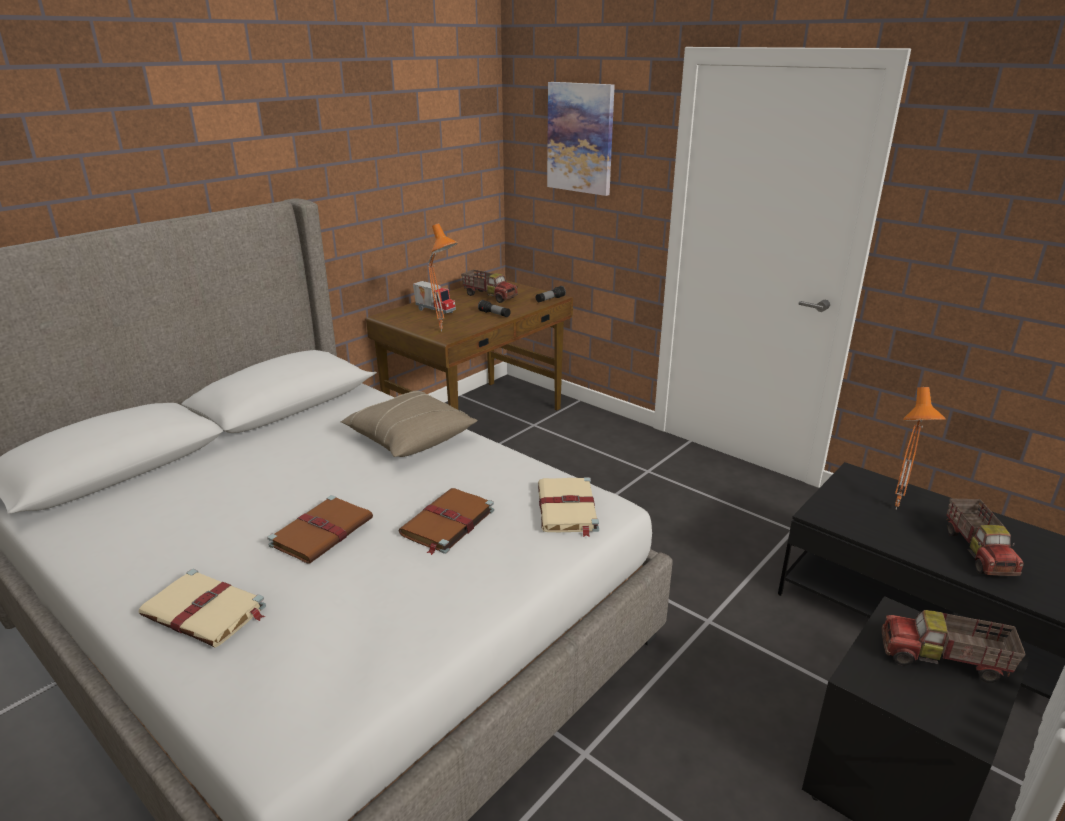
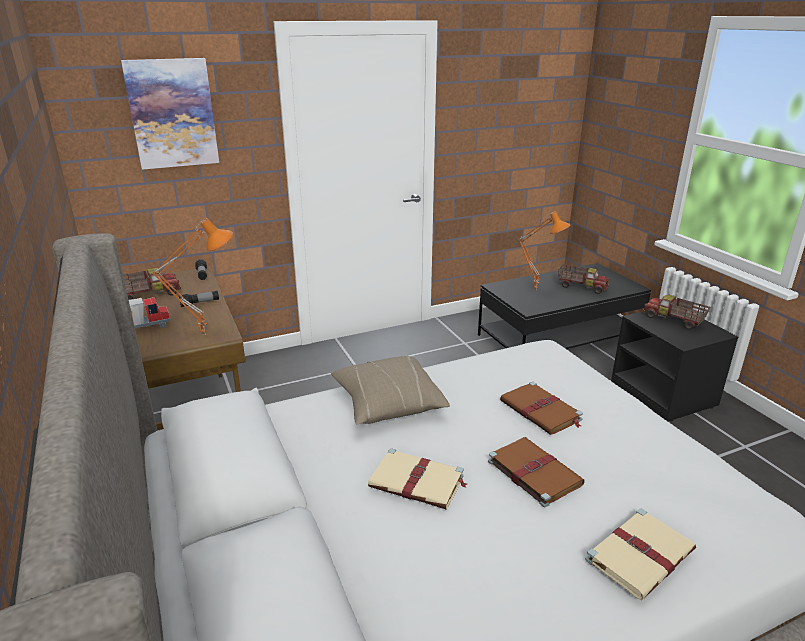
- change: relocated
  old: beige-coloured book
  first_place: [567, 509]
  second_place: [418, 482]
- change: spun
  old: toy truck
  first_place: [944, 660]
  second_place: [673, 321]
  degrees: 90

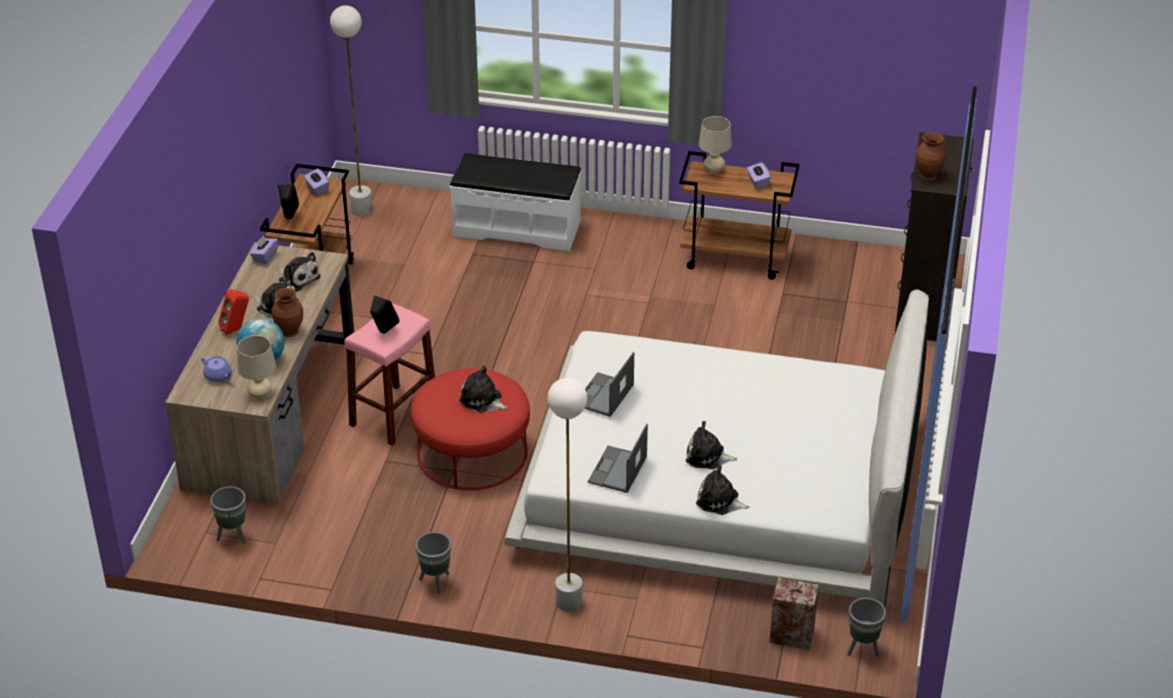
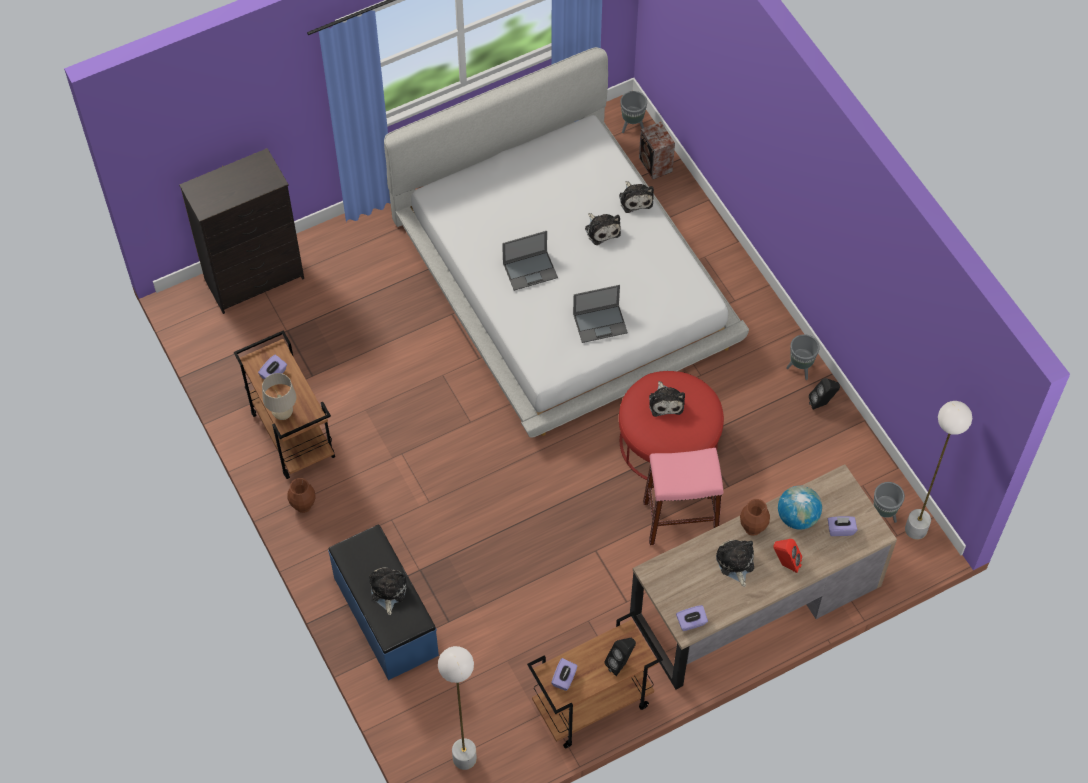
- change: missing
  old: beige-coloured table lamp
  first_place: [260, 395]
- change: relocated
  old: plush toy
  first_place: [298, 278]
  second_place: [388, 591]
- change: relocated
  old: blackish audio speaker
  first_place: [384, 332]
  second_place: [822, 403]
- change: relocated
  old: white-coloured standard lamp
  first_place: [569, 602]
  second_place: [915, 529]
- change: relocated
  old: notebook computer
  first_place: [617, 470]
  second_place: [530, 270]
- change: relocated
  old: brown-coloured vase
  first_place: [928, 175]
  second_place: [303, 505]
- change: exchanged
  old: purple-coloured tea pot
  new: purple-coloured tissue holder
  first_place: [218, 376]
  second_place: [840, 529]
- change: colour
  old: white-coloured long seat
  new: bluish long seat
  first_place: [517, 227]
  second_place: [385, 617]

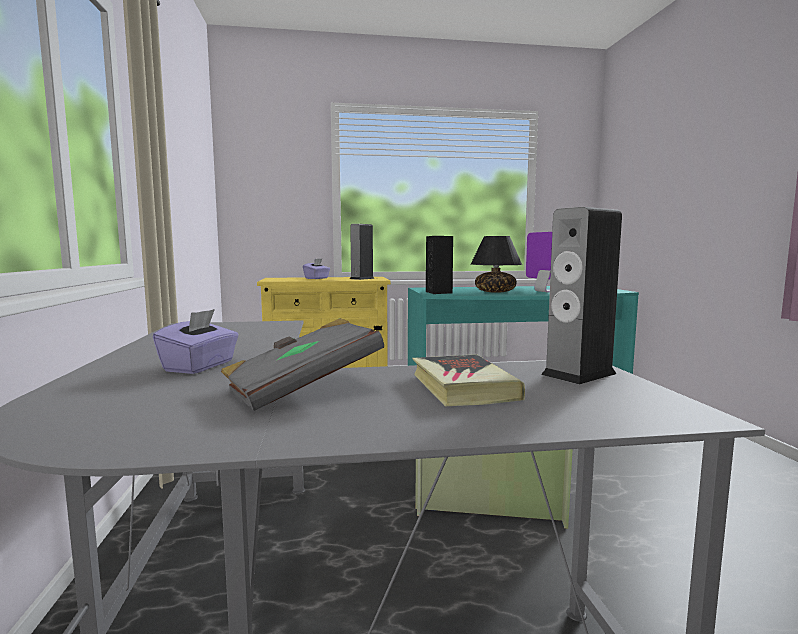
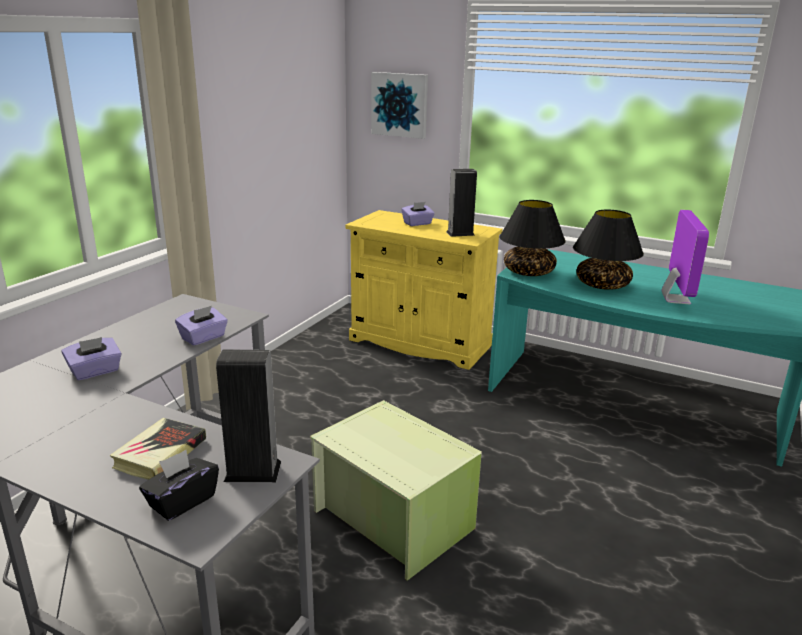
- change: missing
  old: grey book
  first_place: [302, 389]
- change: appeared
  new: blackish tissue holder
  second_place: [182, 501]
- change: appeared
  new: purple-coloured tissue holder
  second_place: [203, 338]
- change: appeared
  new: wall art
  second_place: [399, 105]
- change: exchanged
  old: blackish audio speaker
  new: blackish table lamp
  first_place: [439, 292]
  second_place: [529, 272]

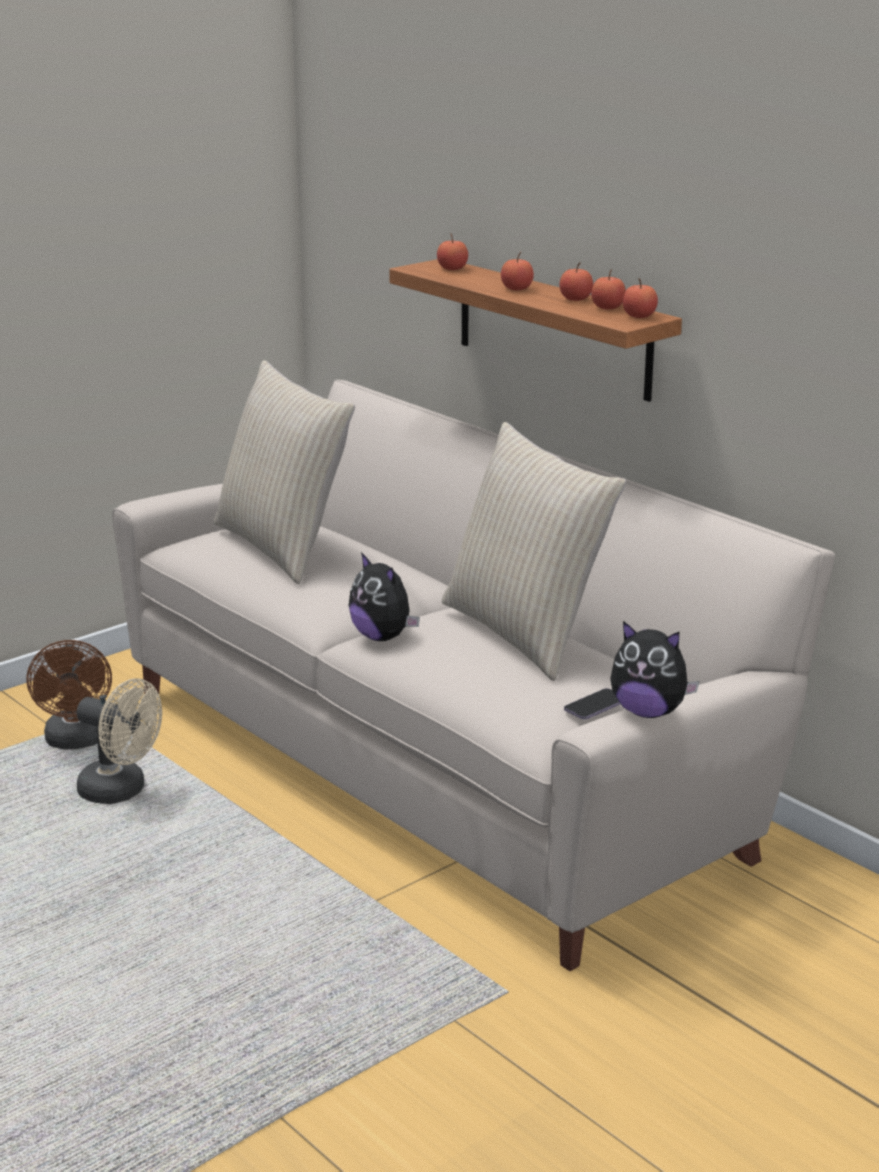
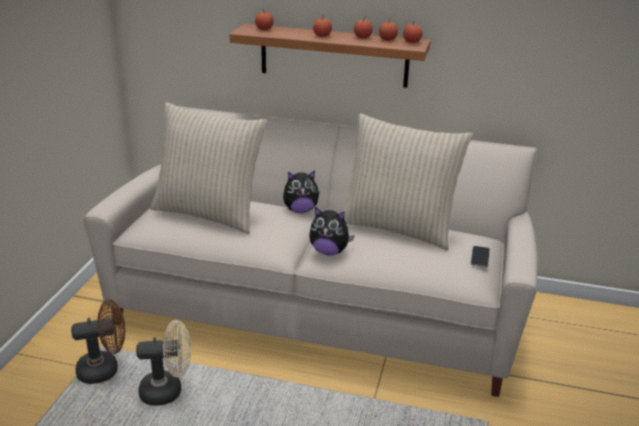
- change: relocated
  old: plush toy
  first_place: [648, 712]
  second_place: [300, 210]
- change: spun
  old: brown-coloured electric fan
  first_place: [76, 741]
  second_place: [105, 369]
  degrees: -60

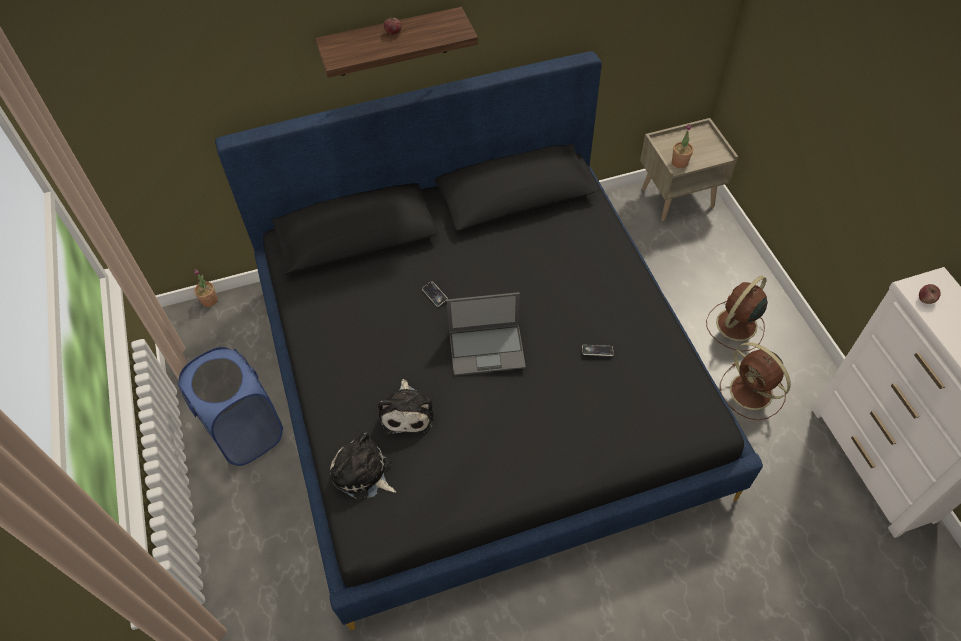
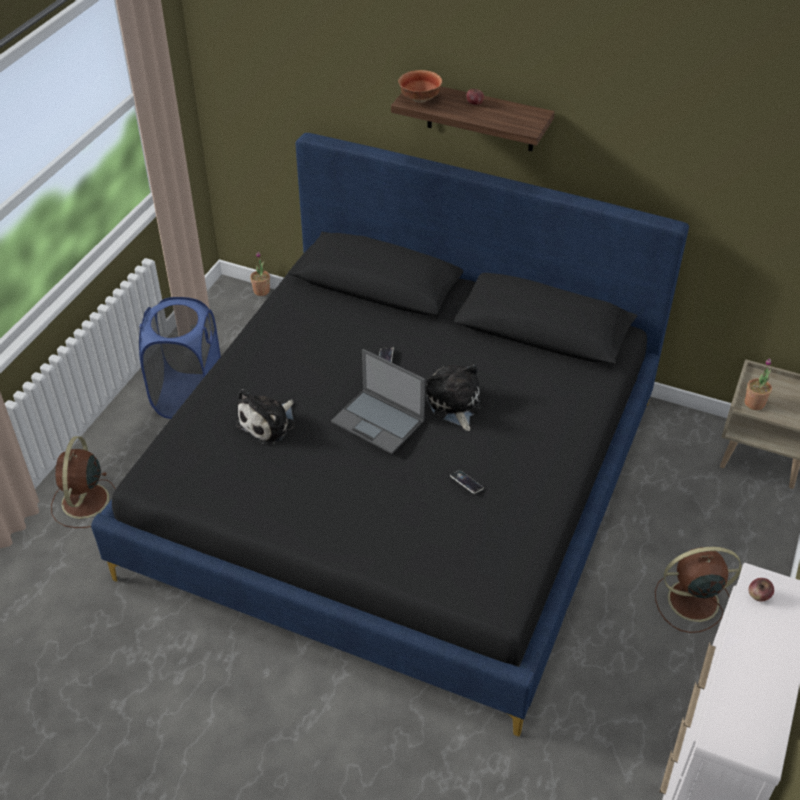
- change: appeared
  new: serving bowl
  second_place: [419, 99]
- change: relocated
  old: plush toy
  first_place: [364, 475]
  second_place: [454, 404]
- change: relocated
  old: brown-coloured electric fan
  first_place: [752, 393]
  second_place: [85, 502]

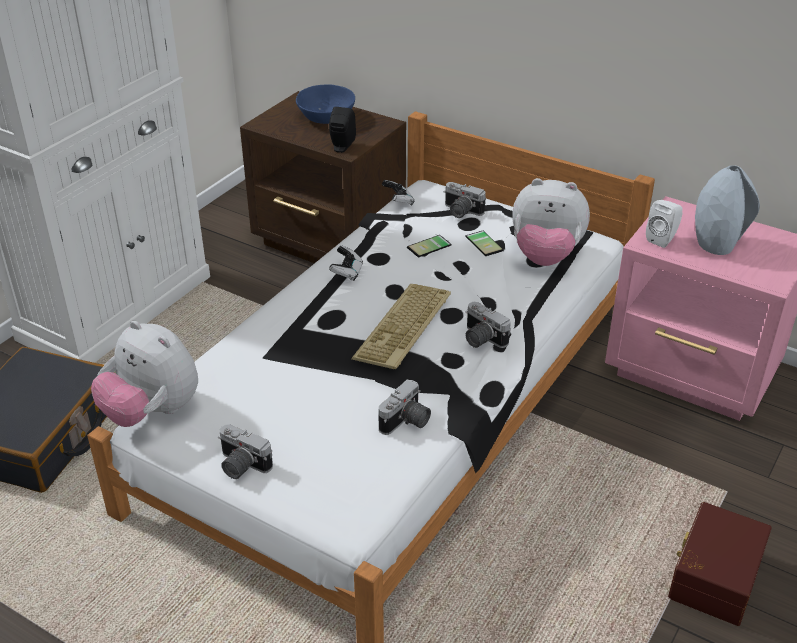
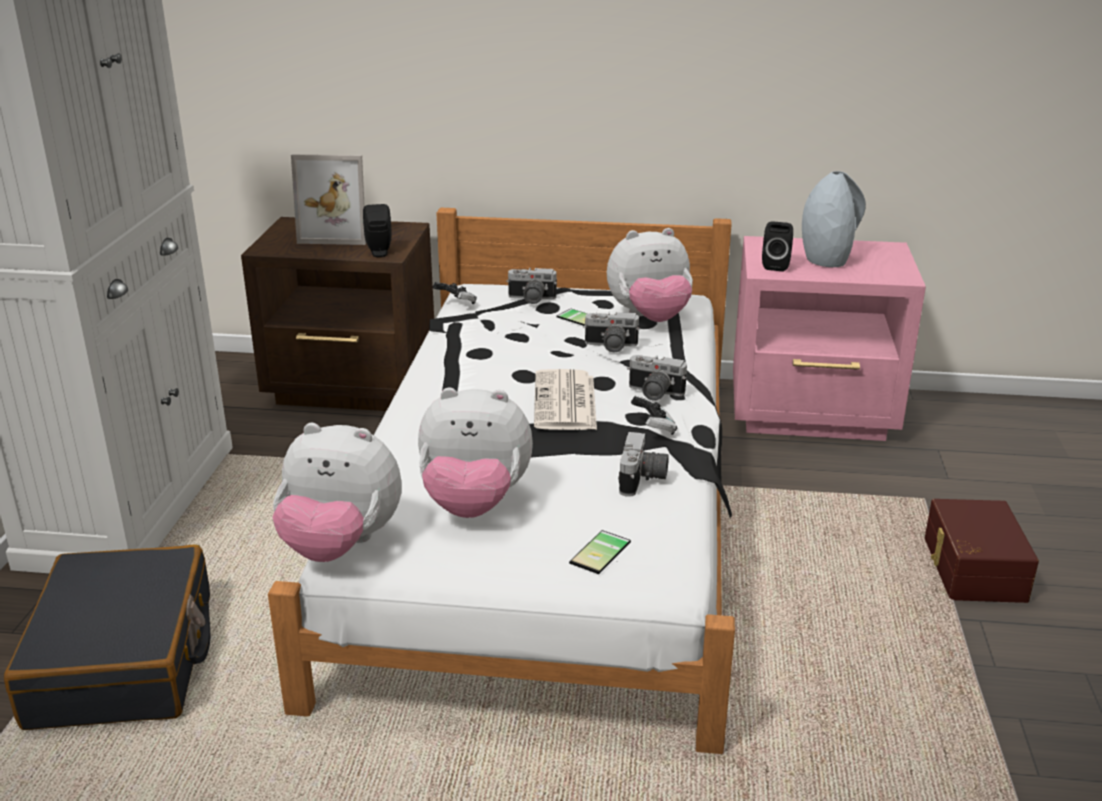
- change: appeared
  new: plush toy
  second_place: [474, 504]
- change: relocated
  old: still camera
  first_place: [240, 466]
  second_place: [610, 347]
- change: relocated
  old: game controller
  first_place: [347, 272]
  second_place: [654, 428]
- change: relocated
  old: handset
  first_place: [430, 247]
  second_place: [603, 553]
- change: exchanged
  old: bluish serving bowl
  new: picture frame
  first_place: [327, 118]
  second_place: [338, 233]
- change: exchanged
  old: computer keyboard
  new: printed paper
  first_place: [404, 328]
  second_place: [566, 402]
- change: colour
  old: white-coloured audio speaker
  new: blackish audio speaker
  first_place: [663, 239]
  second_place: [776, 265]

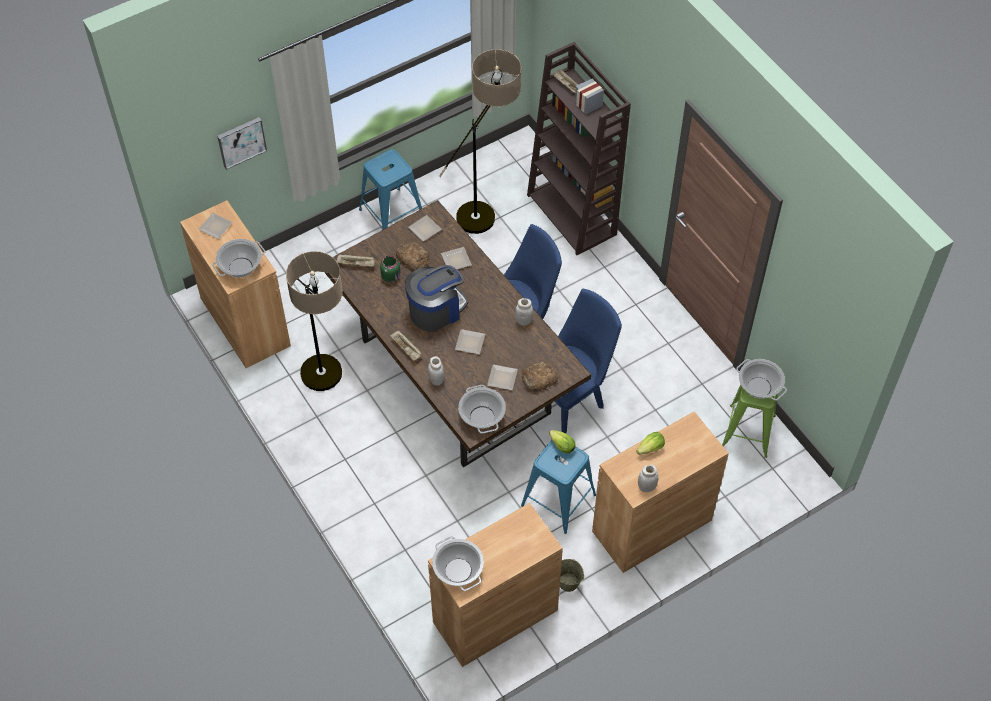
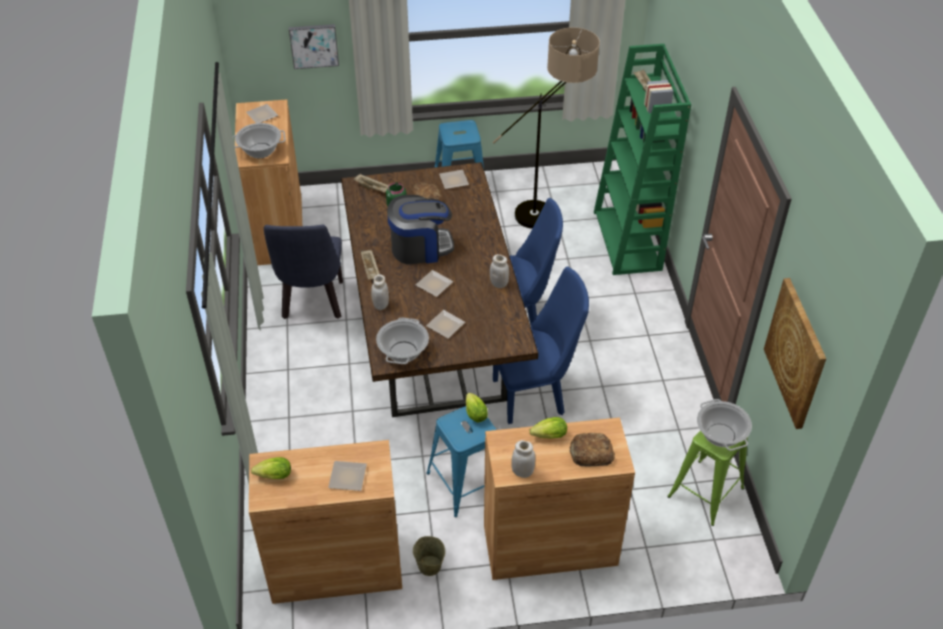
- change: appeared
  new: wall art
  second_place: [796, 353]
- change: relocated
  old: flat dish
  first_place: [456, 259]
  second_place: [349, 476]
- change: relocated
  old: baked bread
  first_place: [539, 379]
  second_place: [590, 453]
- change: exchanged
  old: standard lamp
  new: bluish plain chair
  first_place: [327, 386]
  second_place: [313, 304]
- change: exchanged
  old: cooking pot
  new: lettuce head
  first_place: [458, 571]
  second_place: [272, 476]
- change: colour
  old: brown-coloured bookcase
  new: greenish bookcase
  first_place: [572, 215]
  second_place: [628, 241]

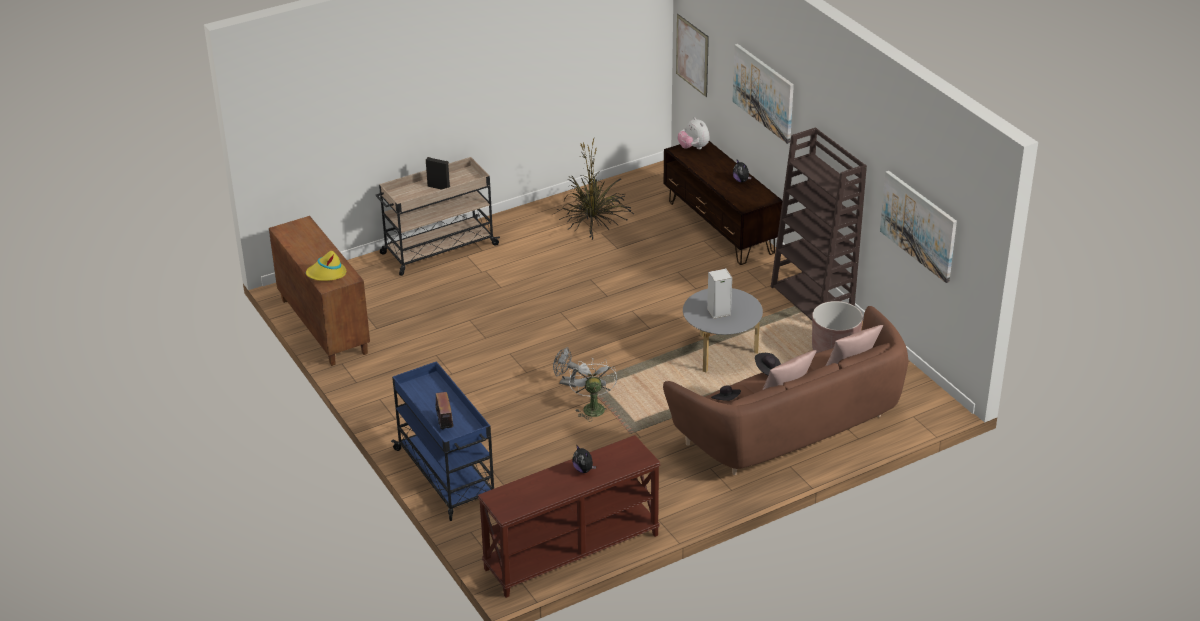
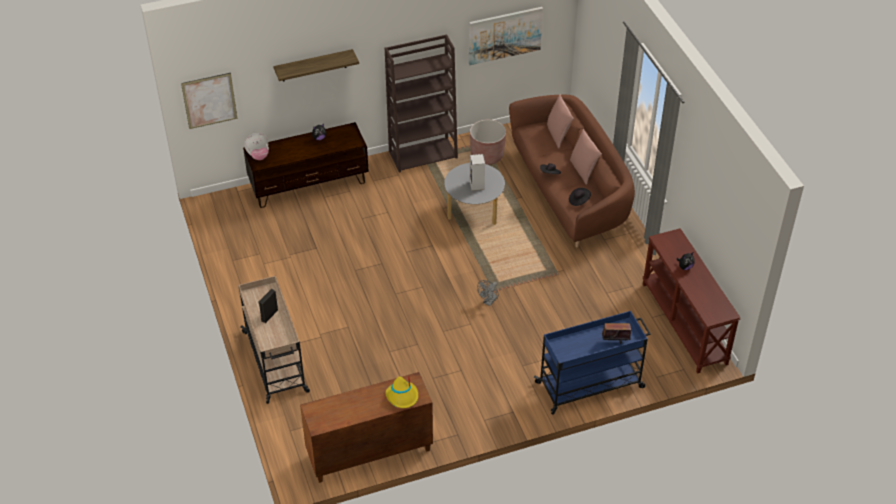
- change: missing
  old: plant in a pot
  first_place: [593, 222]
- change: missing
  old: white-coloured electric fan
  first_place: [592, 407]
- change: exchanged
  old: wall art
  new: wall shelf
  first_place: [763, 92]
  second_place: [314, 65]

